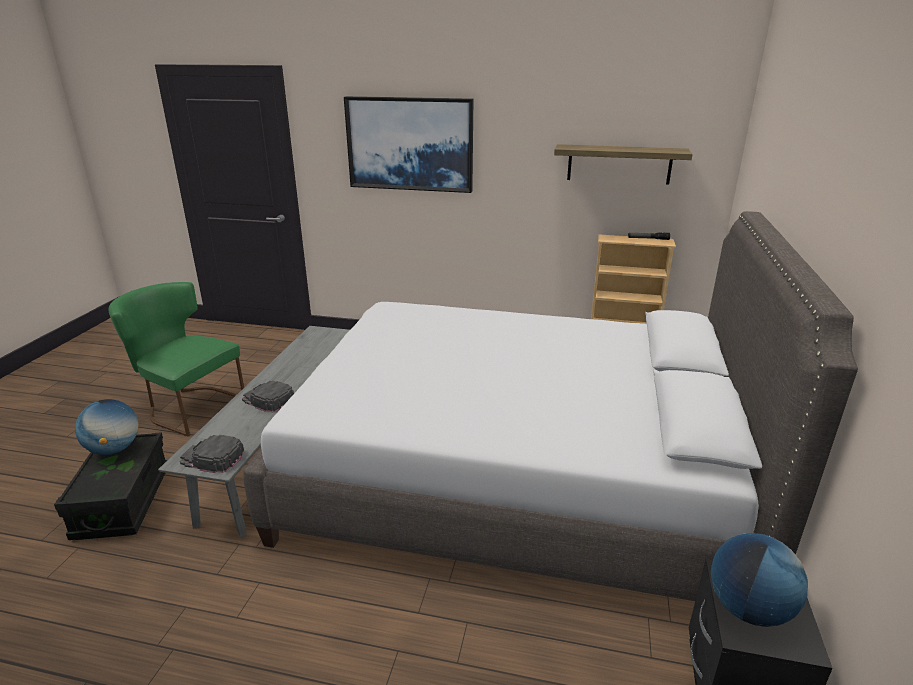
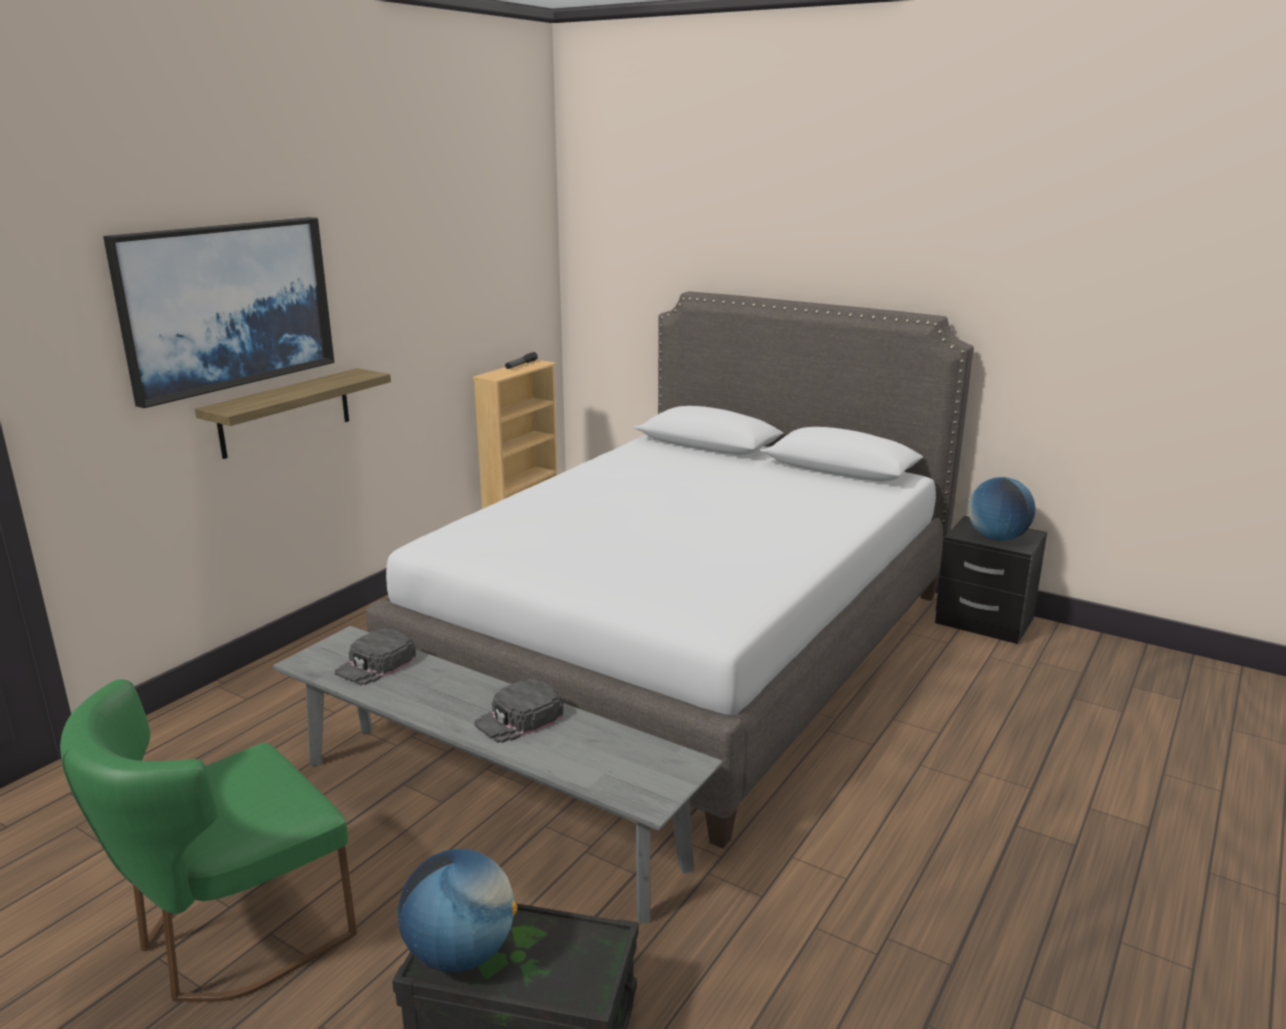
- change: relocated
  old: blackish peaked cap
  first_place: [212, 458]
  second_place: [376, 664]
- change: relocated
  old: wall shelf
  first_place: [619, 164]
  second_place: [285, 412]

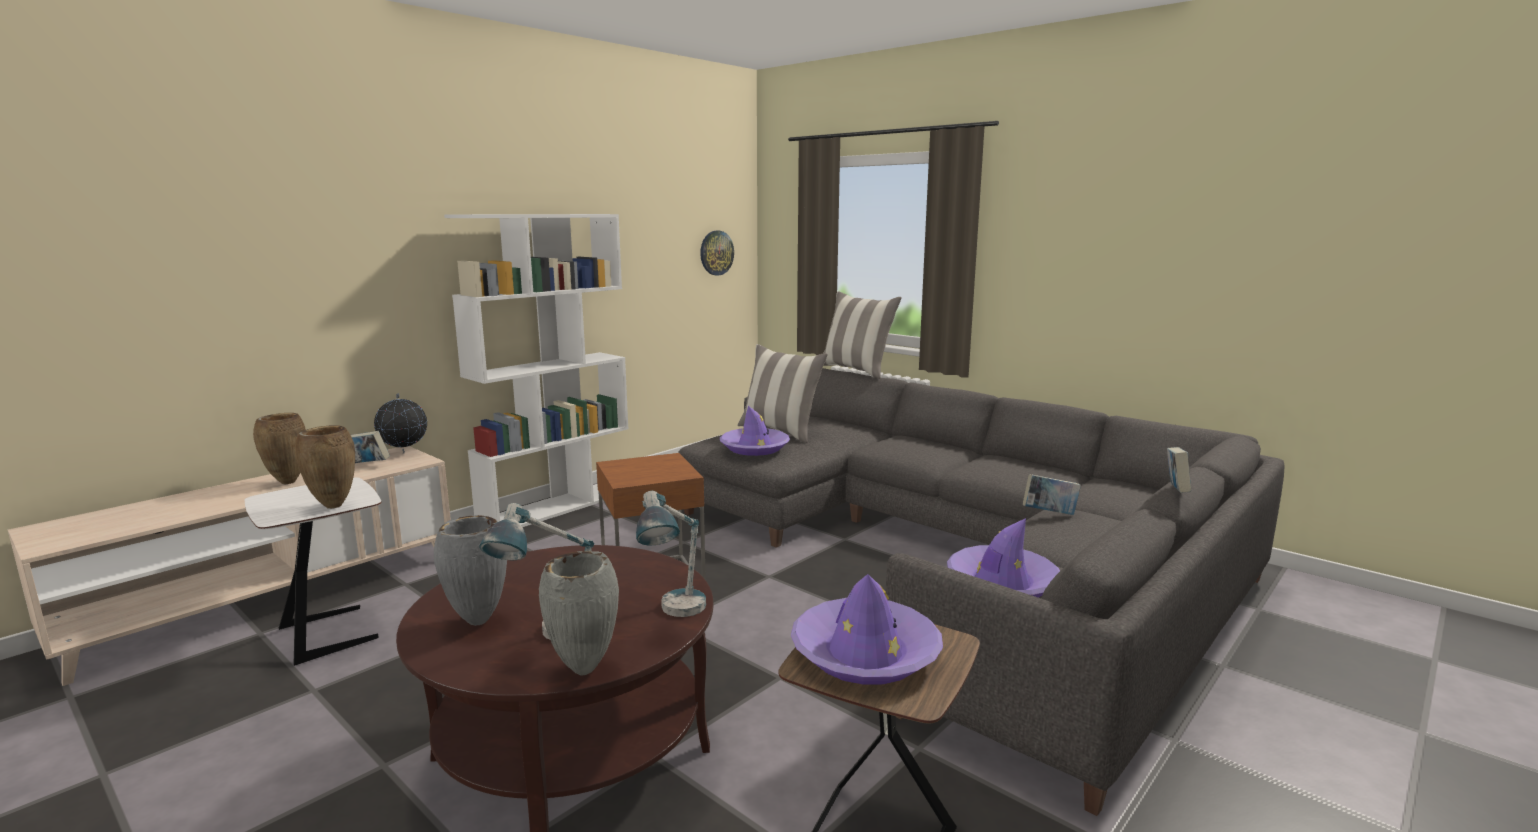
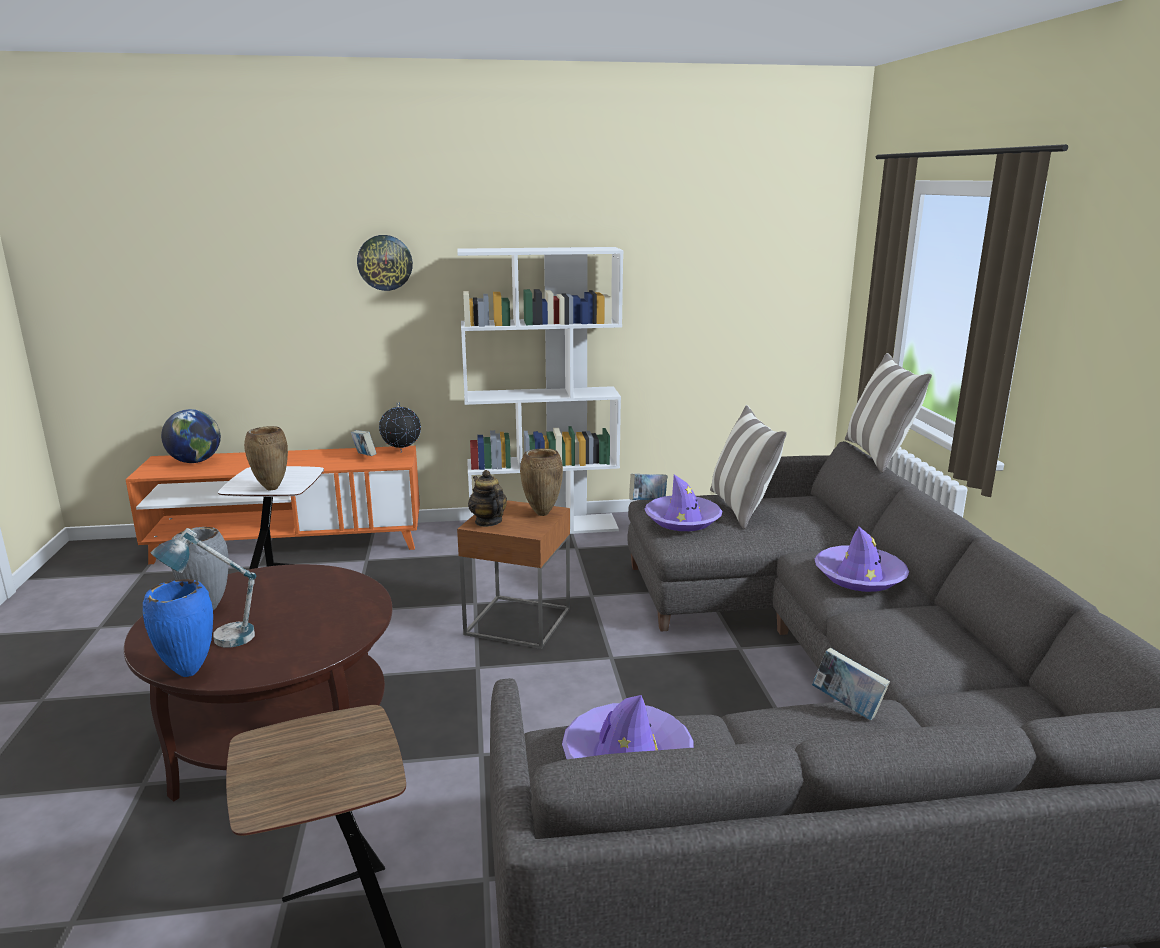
- change: missing
  old: table lamp
  first_place: [675, 615]
- change: appeared
  new: world globe
  second_place: [195, 461]
- change: appeared
  new: tea pot
  second_place: [488, 522]
- change: relocated
  old: brown-coloured vase
  first_place: [287, 482]
  second_place: [541, 513]
- change: relocated
  old: clock on the wall
  first_place: [716, 253]
  second_place: [385, 262]
- change: relocated
  old: purple-coloured hat
  first_place: [865, 653]
  second_place: [859, 576]
- change: relocated
  old: book
  first_place: [1175, 492]
  second_place: [647, 502]
- change: colour
  old: beige-coloured tv stand
  new: orange-coloured tv stand
  first_place: [271, 600]
  second_place: [289, 544]
- change: colour
  old: grey vase
  new: bluish vase
  first_place: [585, 671]
  second_place: [188, 674]

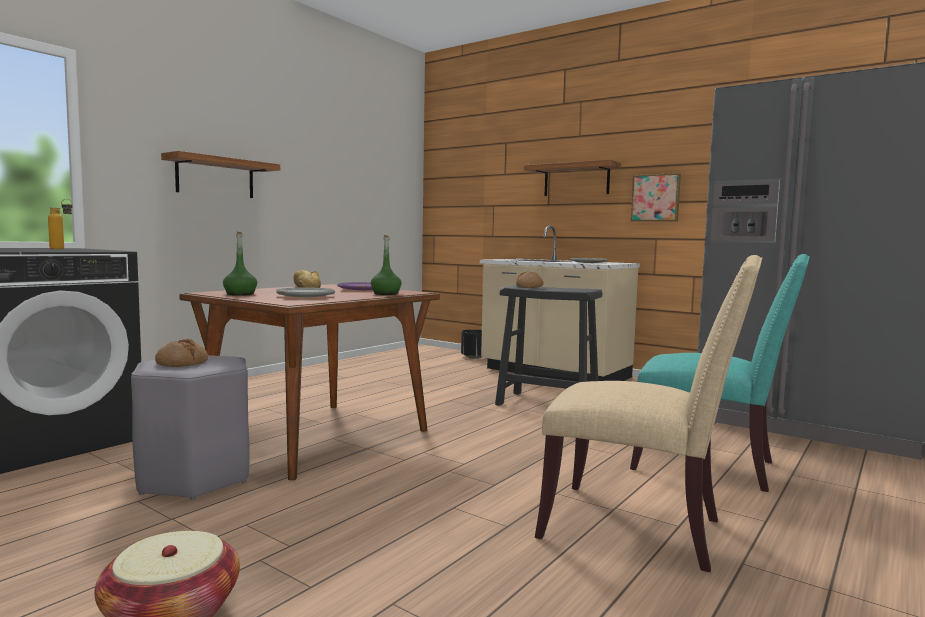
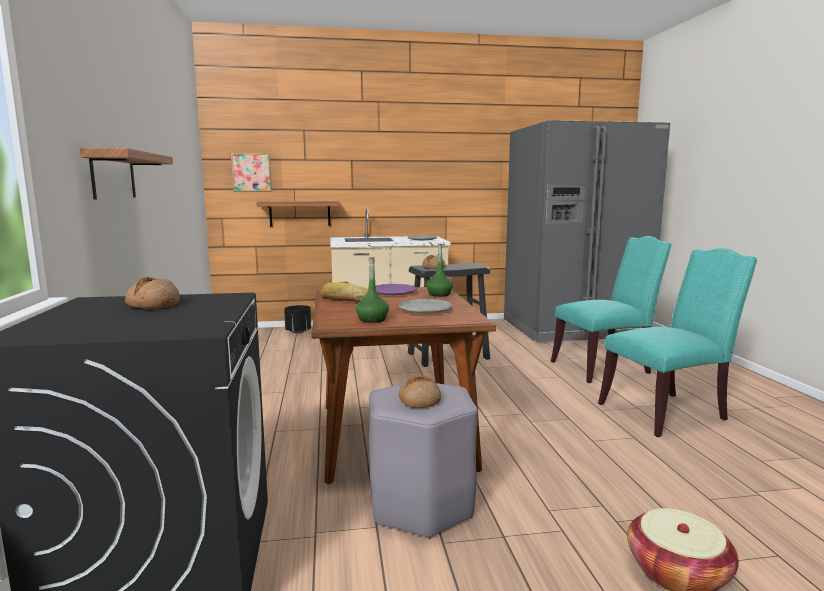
- change: relocated
  old: wall shelf
  first_place: [576, 180]
  second_place: [300, 213]
- change: relocated
  old: wall art
  first_place: [656, 198]
  second_place: [252, 172]
- change: exchanged
  old: beverage bottle
  new: baked bread
  first_place: [62, 249]
  second_place: [153, 305]
- change: colour
  old: beige-coloured plain chair
  new: blue-green plain chair
  first_place: [640, 528]
  second_place: [667, 412]

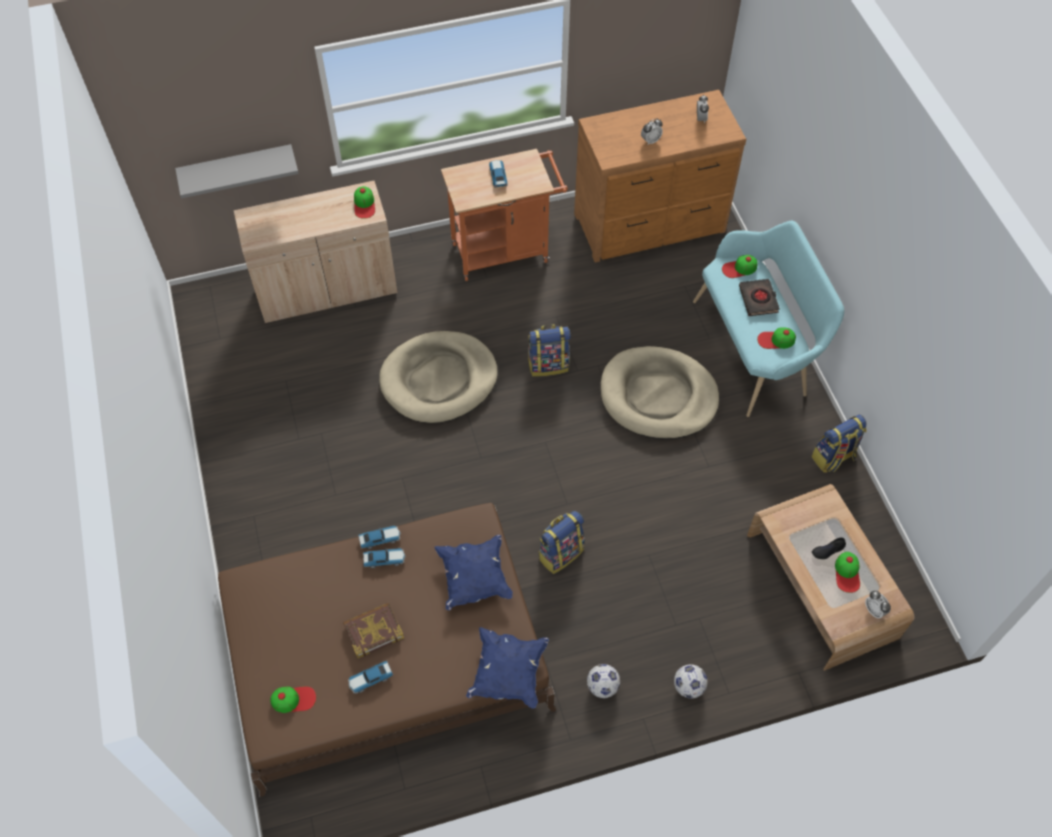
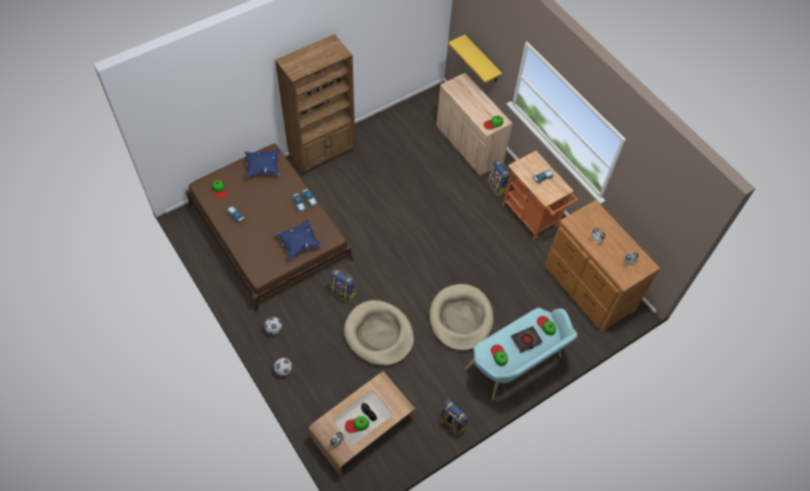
- change: missing
  old: book
  first_place: [373, 631]
- change: appeared
  new: brown-coloured bookcase
  second_place: [322, 153]
- change: relocated
  old: beige-coloured dog cushion
  first_place: [439, 380]
  second_place: [379, 335]
- change: relocated
  old: bluish pillow
  first_place: [508, 673]
  second_place: [263, 168]
- change: relocated
  old: knapsack
  first_place: [548, 364]
  second_place: [498, 187]
- change: colour
  old: grey wall shelf
  new: yellowish wall shelf
  first_place: [236, 167]
  second_place: [482, 59]

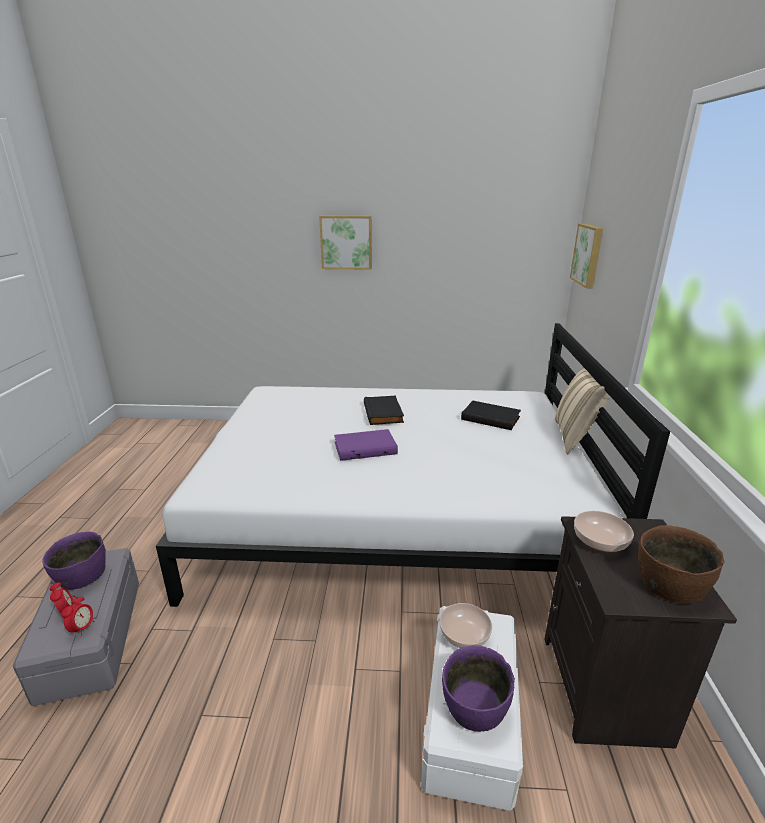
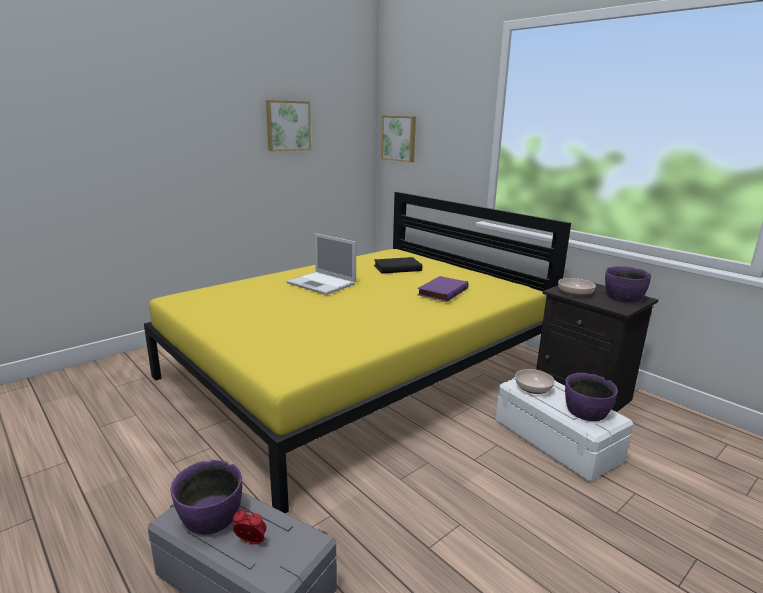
- change: missing
  old: table clock
  first_place: [82, 628]
- change: missing
  old: beige-coloured pillow
  first_place: [575, 437]
- change: relocated
  old: wall art
  first_place: [346, 242]
  second_place: [287, 125]
- change: relocated
  old: purple-coloured book
  first_place: [365, 447]
  second_place: [442, 291]
- change: exchanged
  old: blackish book
  new: notebook computer
  first_place: [384, 413]
  second_place: [322, 283]
- change: colour
  old: white-coloured sleeping bed
  new: yellowish sleeping bed
  first_place: [395, 515]
  second_place: [359, 371]
- change: colour
  old: brown-coloured serving bowl
  new: purple-coloured serving bowl
  first_place: [669, 583]
  second_place: [623, 297]

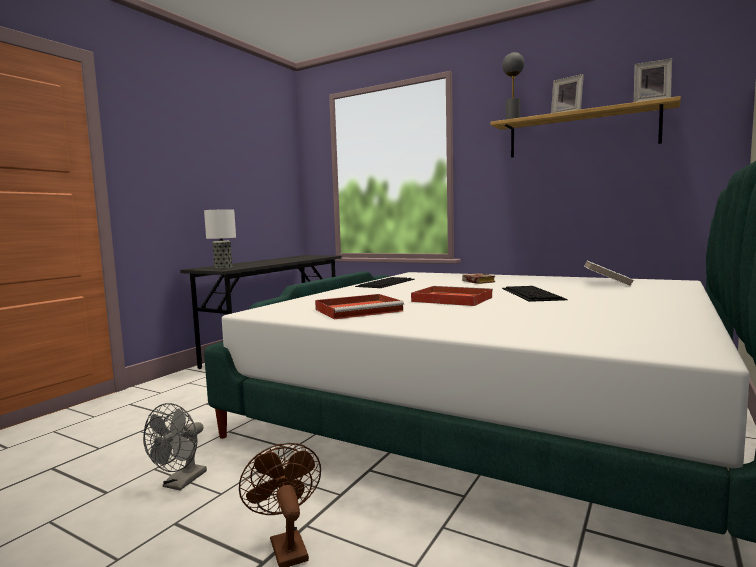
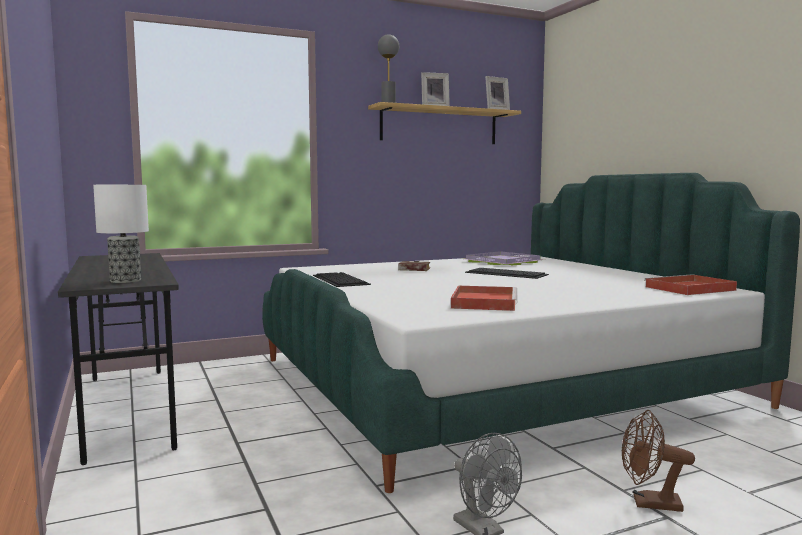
- change: relocated
  old: red-coloured carrying tray
  first_place: [450, 299]
  second_place: [689, 289]
- change: exchanged
  old: white-coloured book
  new: purple-coloured carrying tray
  first_place: [607, 284]
  second_place: [504, 262]

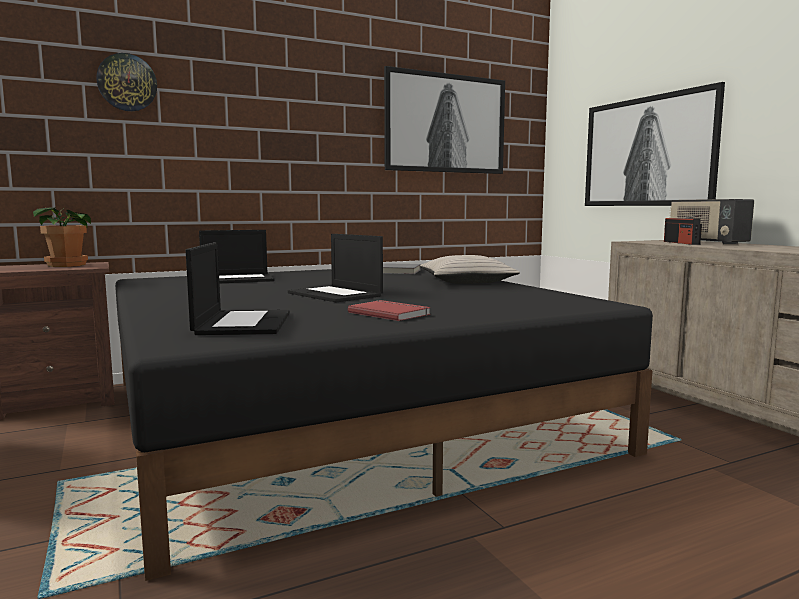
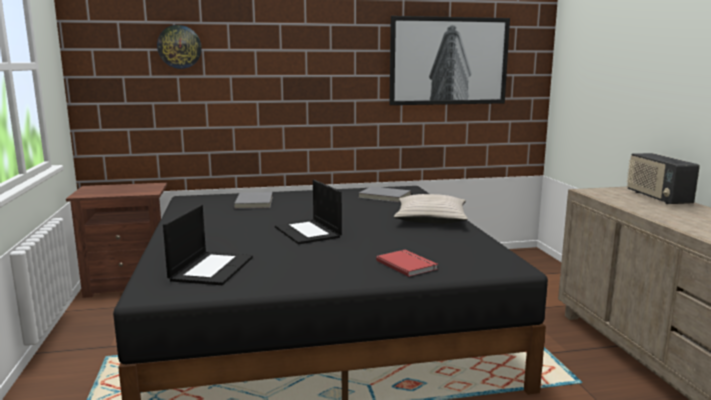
- change: missing
  old: plant in a pot
  first_place: [68, 265]
- change: missing
  old: wall art
  first_place: [648, 152]
- change: missing
  old: radio receiver
  first_place: [681, 243]
- change: relocated
  old: red-coloured book
  first_place: [390, 313]
  second_place: [407, 264]
- change: exchanged
  old: notebook computer
  new: grey book
  first_place: [237, 279]
  second_place: [255, 202]

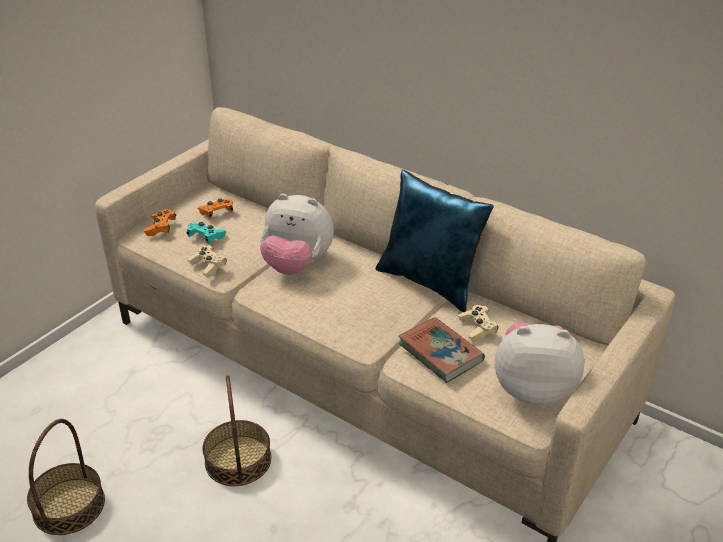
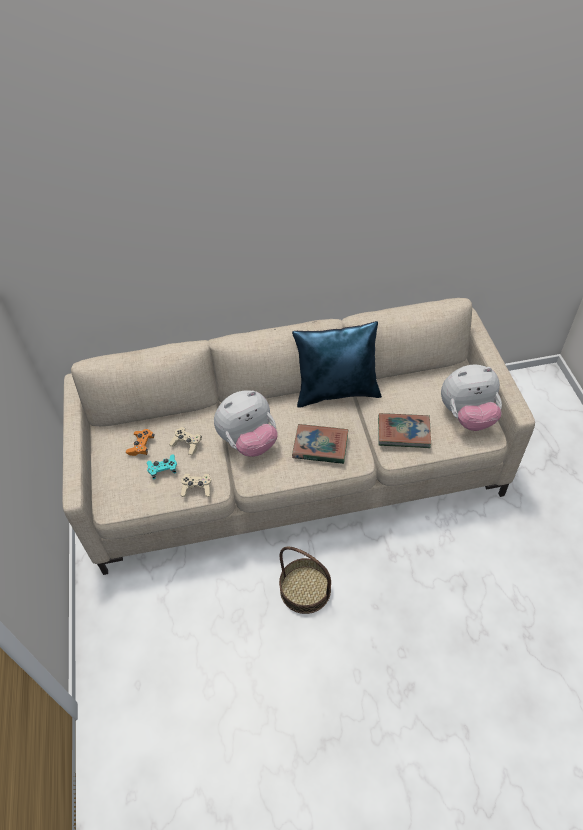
- change: missing
  old: basket
  first_place: [69, 506]
- change: missing
  old: orange-coloured game controller
  first_place: [161, 228]
- change: appeared
  new: book
  second_place: [320, 446]
- change: relocated
  old: beige-coloured game controller
  first_place: [477, 328]
  second_place: [187, 444]
- change: spun
  old: plush toy
  first_place: [532, 388]
  second_place: [467, 416]
  degrees: -150

